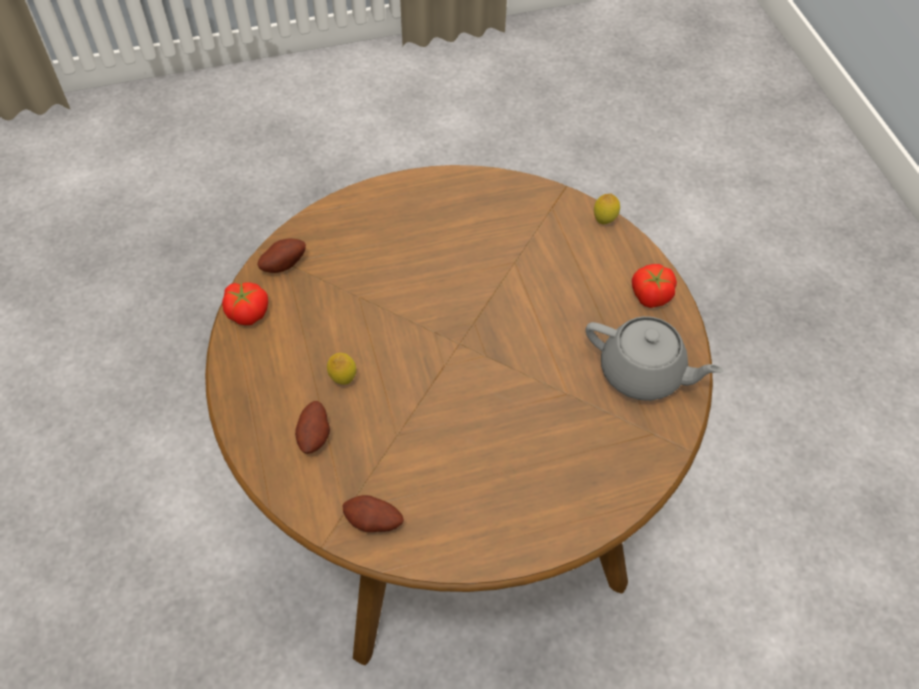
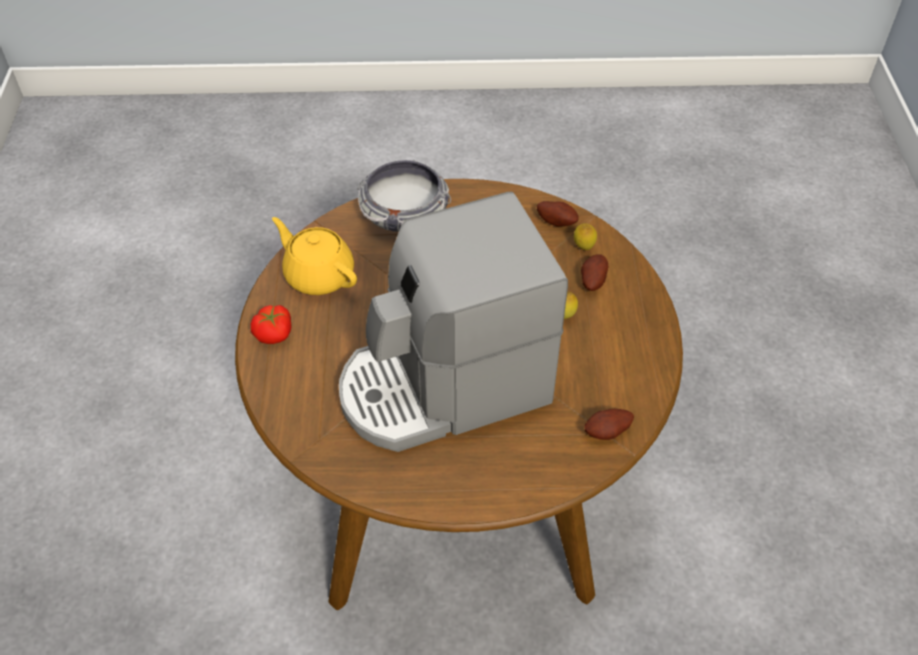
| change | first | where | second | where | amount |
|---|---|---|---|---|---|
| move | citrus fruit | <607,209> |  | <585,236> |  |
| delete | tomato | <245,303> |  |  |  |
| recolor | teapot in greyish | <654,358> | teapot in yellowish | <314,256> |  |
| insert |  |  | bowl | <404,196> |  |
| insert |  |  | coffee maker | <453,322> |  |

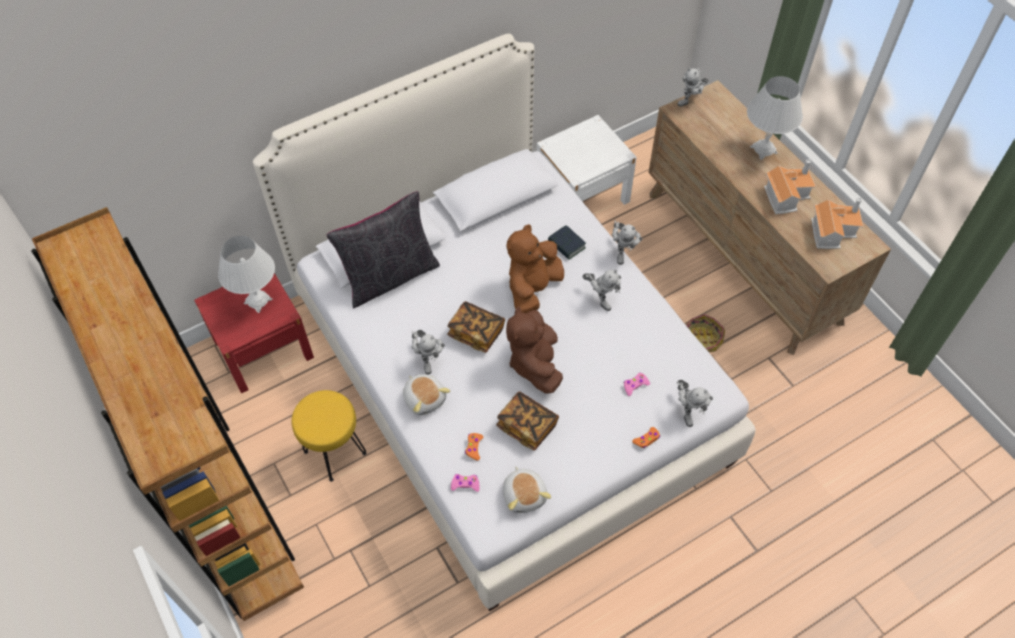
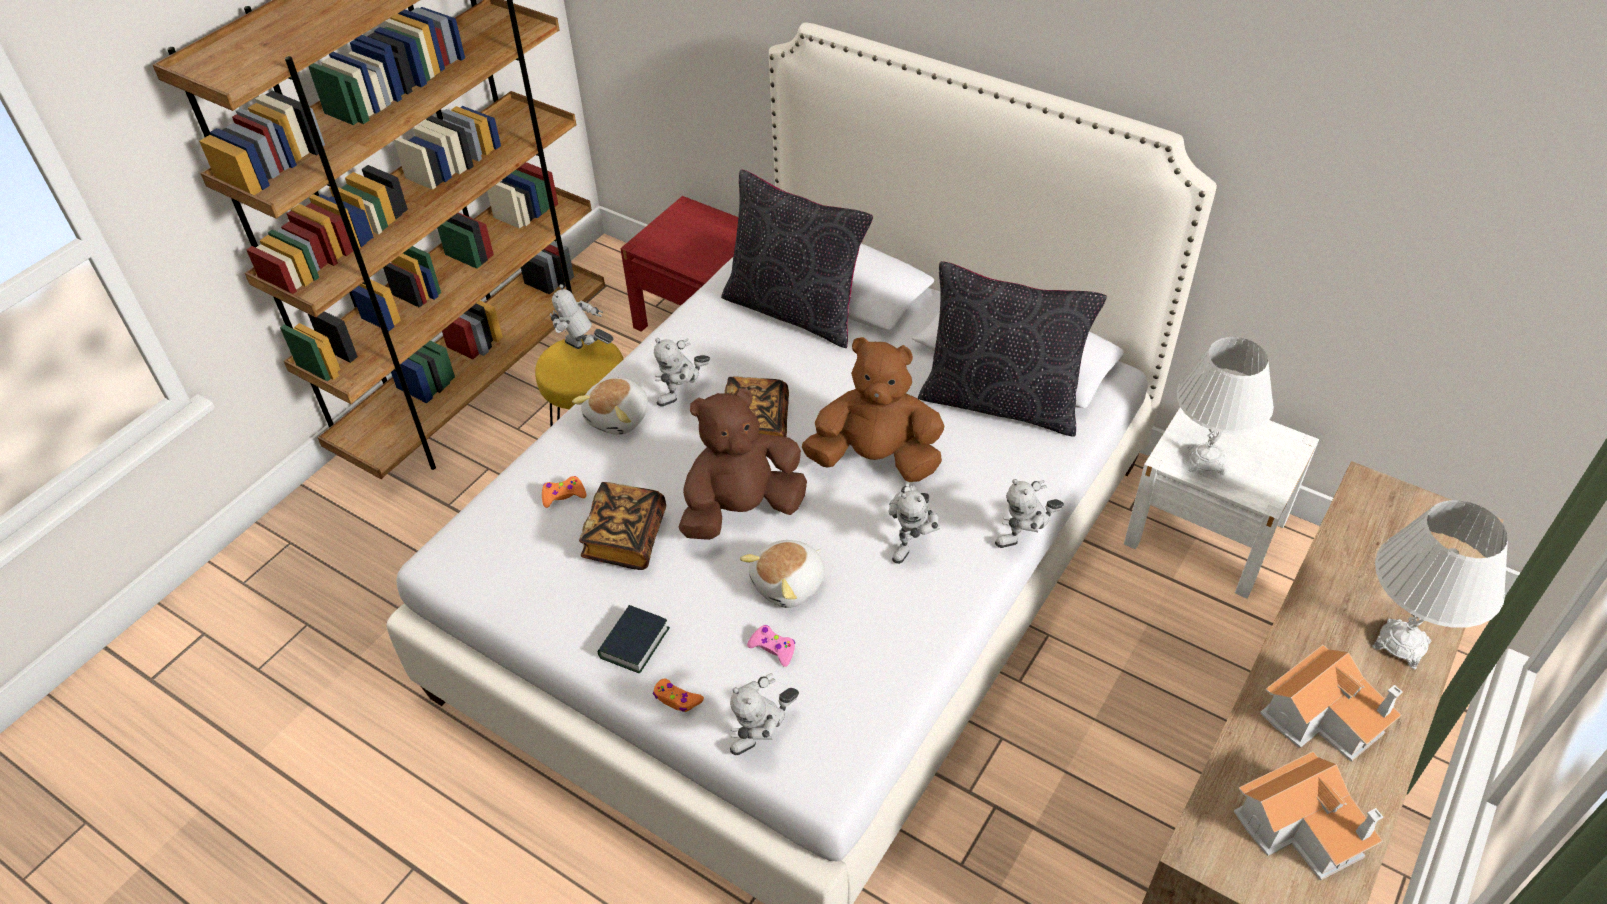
| change | first | where | second | where | amount |
|---|---|---|---|---|---|
| move | robot figure | <693,87> |  | <581,316> |  |
| move | volume | <567,242> |  | <634,639> |  |
| move | tabletop lamp in white-coloured | <246,274> |  | <1225,406> |  |
| delete | basket | <705,333> |  |  |  |
| move | cuddly toy | <527,489> |  | <782,574> |  |
| delete | joypad in pinkish | <465,483> |  |  |  |
| insert |  |  | pillow in black-coloured | <1012,349> |  |

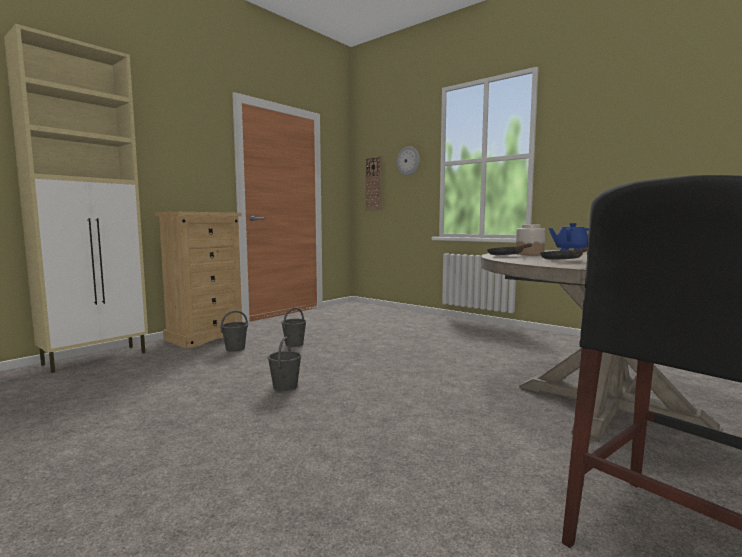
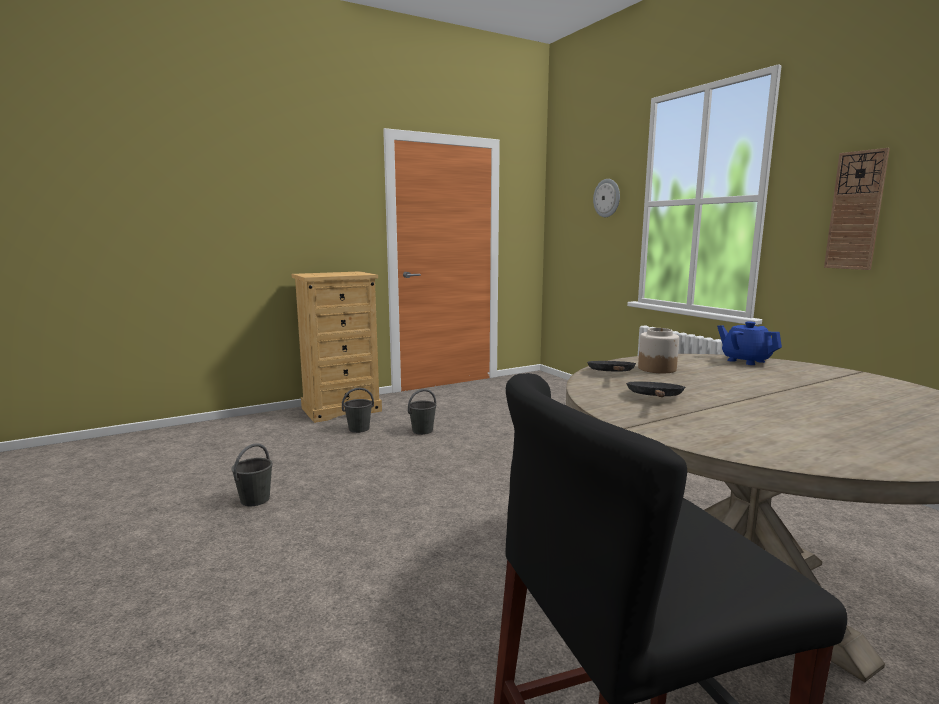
| change | first | where | second | where | amount |
|---|---|---|---|---|---|
| delete | cabinet in beige-coloured | <76,198> |  |  |  |
| move | clock on the wall | <373,183> |  | <857,209> |  |
| move | bucket in greyish | <284,364> |  | <252,474> |  |

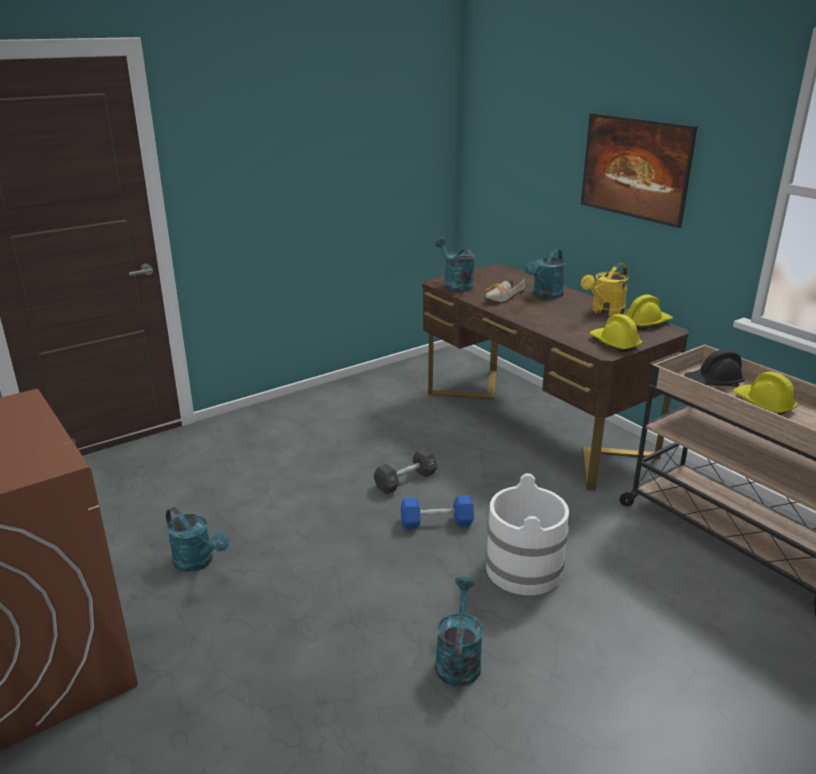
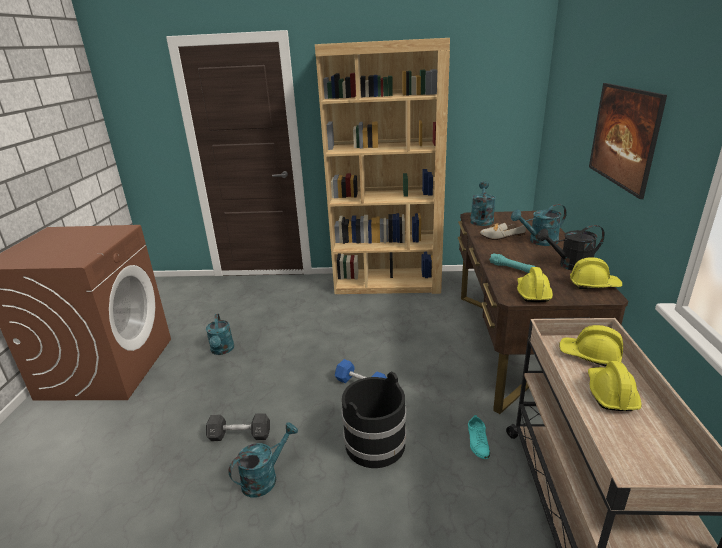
| change | first | where | second | where | amount |
|---|---|---|---|---|---|
| recolor | watering can in yellowish | <605,289> | watering can in black-coloured | <571,247> |  |
| recolor | hard hat in black-coloured | <714,368> | hard hat in yellowish | <591,346> |  |
| move | dumbbell in black-coloured | <406,471> |  | <238,427> |  |
| recolor | bucket in white-coloured | <527,534> | bucket in black-coloured | <374,419> |  |
| insert |  |  | shelving unit in brown | <382,166> |  |
| insert |  |  | torch in turquoise-coloured | <512,263> |  |
| insert |  |  | low shoe in turquoise-coloured | <479,437> |  |

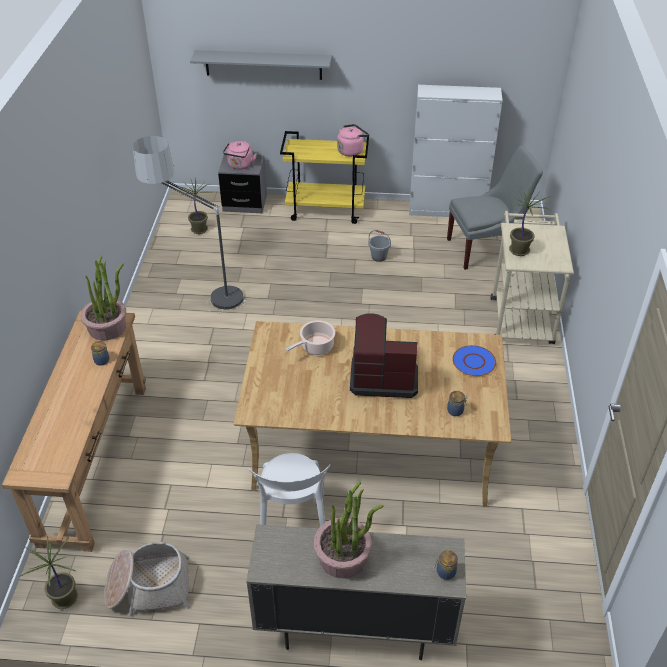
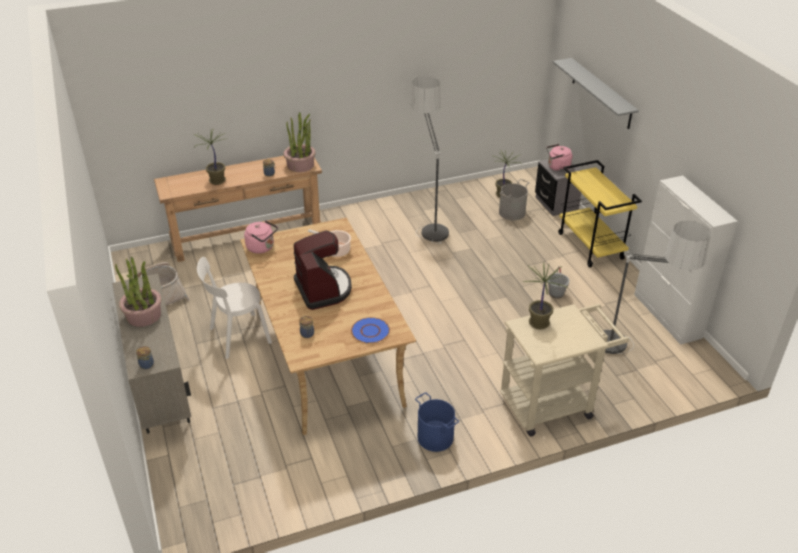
| change | first | where | second | where | amount |
|---|---|---|---|---|---|
| move | kettle in pinkish | <353,140> |  | <261,237> |  |
| replace | plain chair in greyish | <495,208> | floor lamp | <657,287> |  |
| move | potted plant | <48,572> |  | <211,157> |  |
| insert |  |  | bucket in greyish | <514,199> |  |
| insert |  |  | bucket in blue | <437,422> |  |

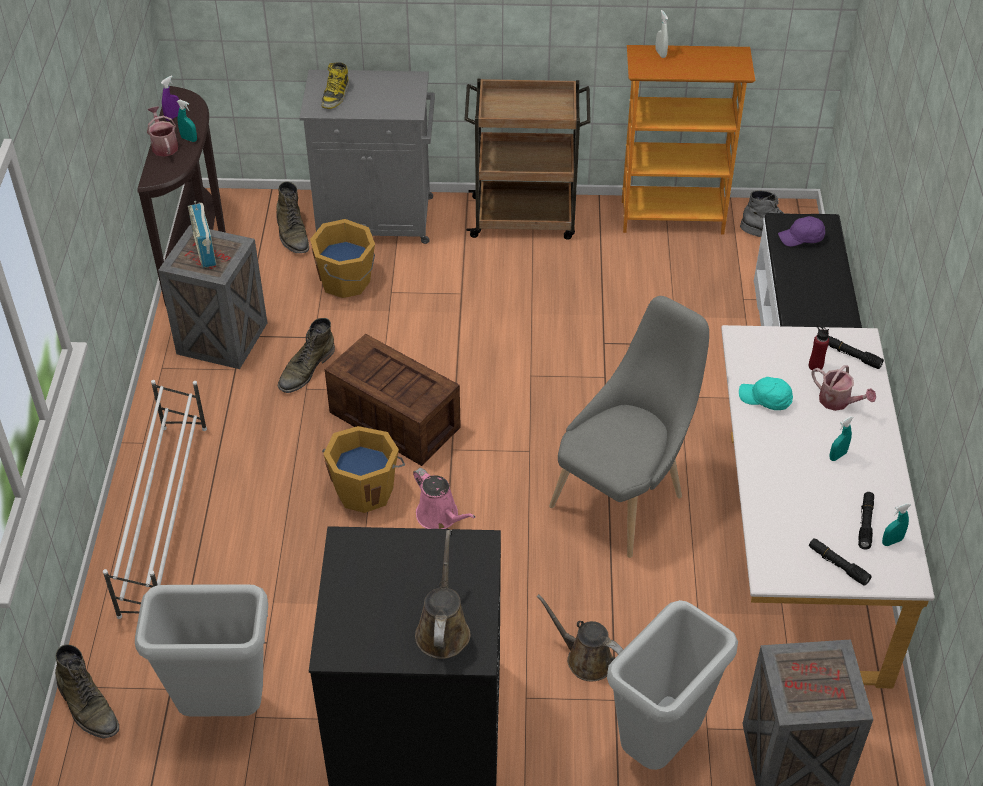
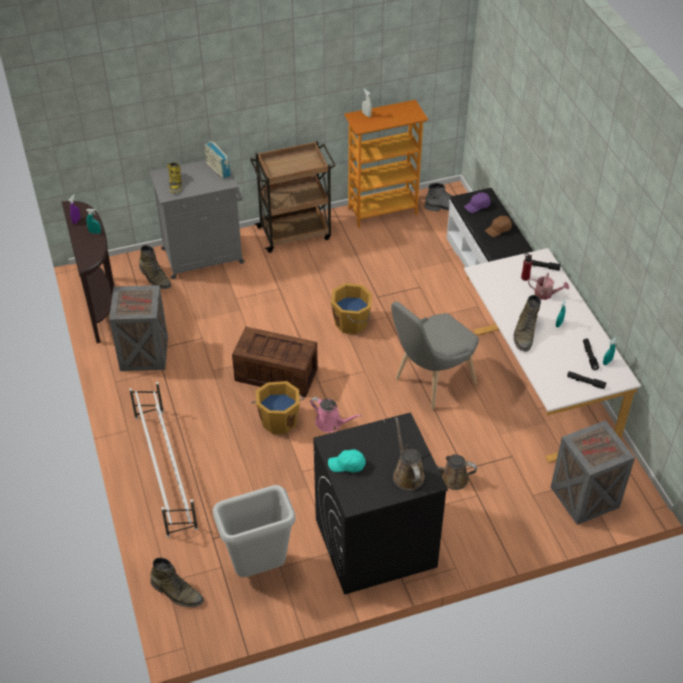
| change | first | where | second | where | amount |
|---|---|---|---|---|---|
| delete | watering can | <162,131> |  |  |  |
| move | radio receiver | <202,234> |  | <217,159> |  |
| move | bucket in orange | <342,258> |  | <351,308> |  |
| rotate | plain chair in greyish | <629,427> |  | <435,355> | 150 degrees counterclockwise |
| move | tall boot in green | <306,355> |  | <527,323> |  |
| move | baseball cap in turquoise-coloured | <766,393> |  | <346,460> |  |
| delete | rubbish bin in greyish | <672,685> |  |  |  |
| insert |  |  | baseball cap in brown | <498,226> |  |

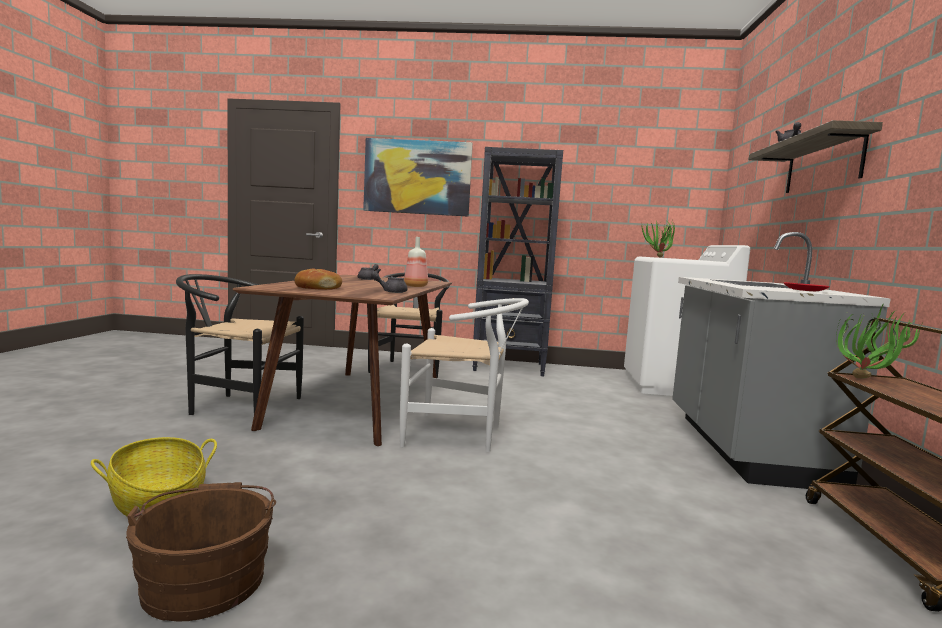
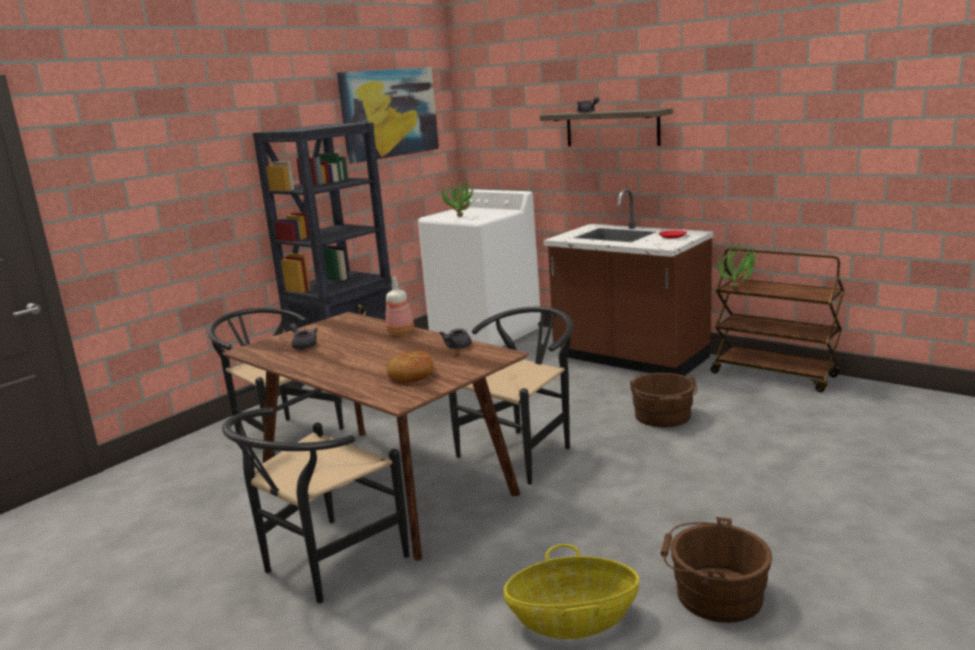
| change | first | where | second | where | amount |
|---|---|---|---|---|---|
| move | picture | <418,177> |  | <388,115> |  |
| recolor | kitchen base unit in greyish | <781,360> | kitchen base unit in brown | <628,282> |  |
| recolor | plain chair in white-coloured | <464,375> | plain chair in black-coloured | <511,396> |  |
| insert |  |  | bucket in brown | <663,400> |  |

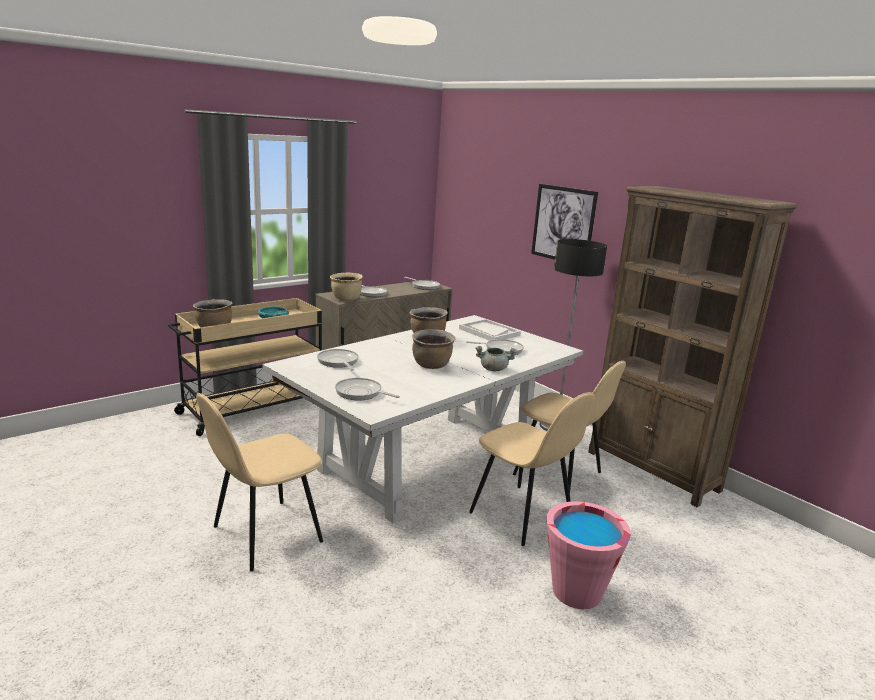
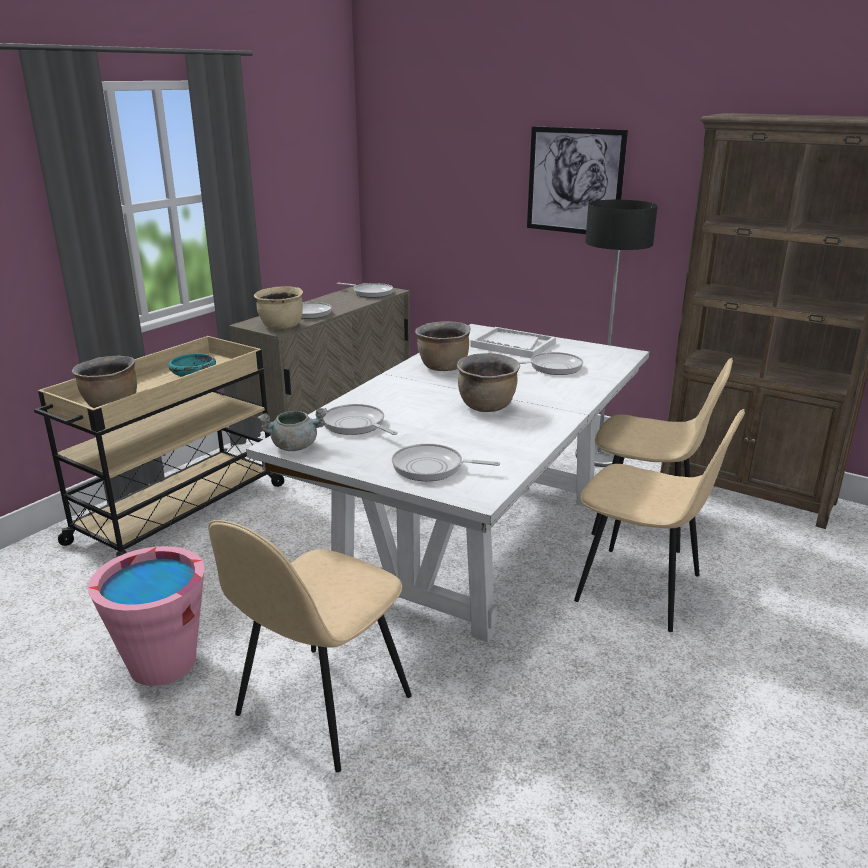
| change | first | where | second | where | amount |
|---|---|---|---|---|---|
| move | cooking pot in greyish | <496,358> |  | <292,429> |  |
| move | bucket in pinkish | <588,555> |  | <146,616> |  |

